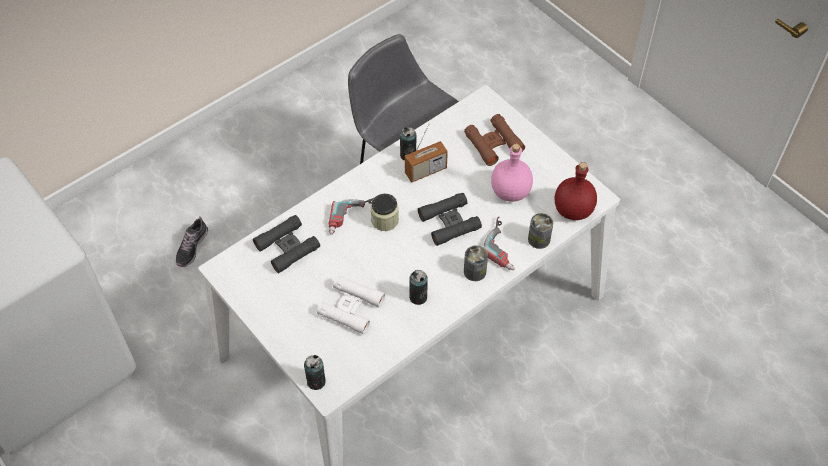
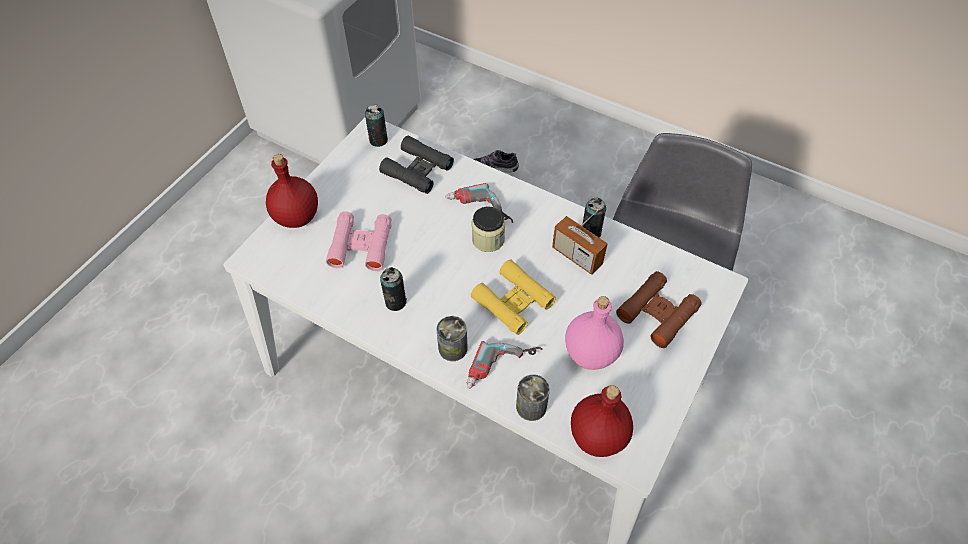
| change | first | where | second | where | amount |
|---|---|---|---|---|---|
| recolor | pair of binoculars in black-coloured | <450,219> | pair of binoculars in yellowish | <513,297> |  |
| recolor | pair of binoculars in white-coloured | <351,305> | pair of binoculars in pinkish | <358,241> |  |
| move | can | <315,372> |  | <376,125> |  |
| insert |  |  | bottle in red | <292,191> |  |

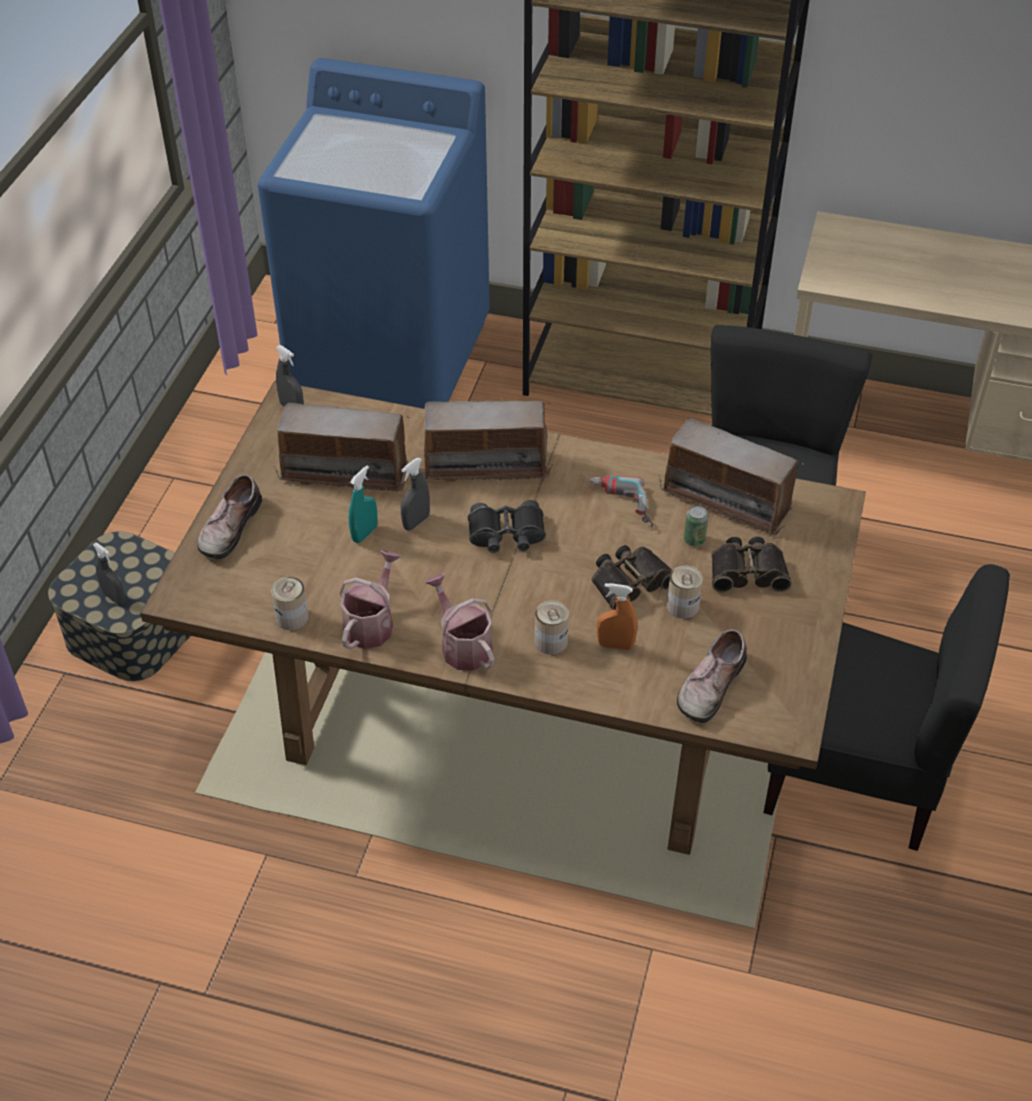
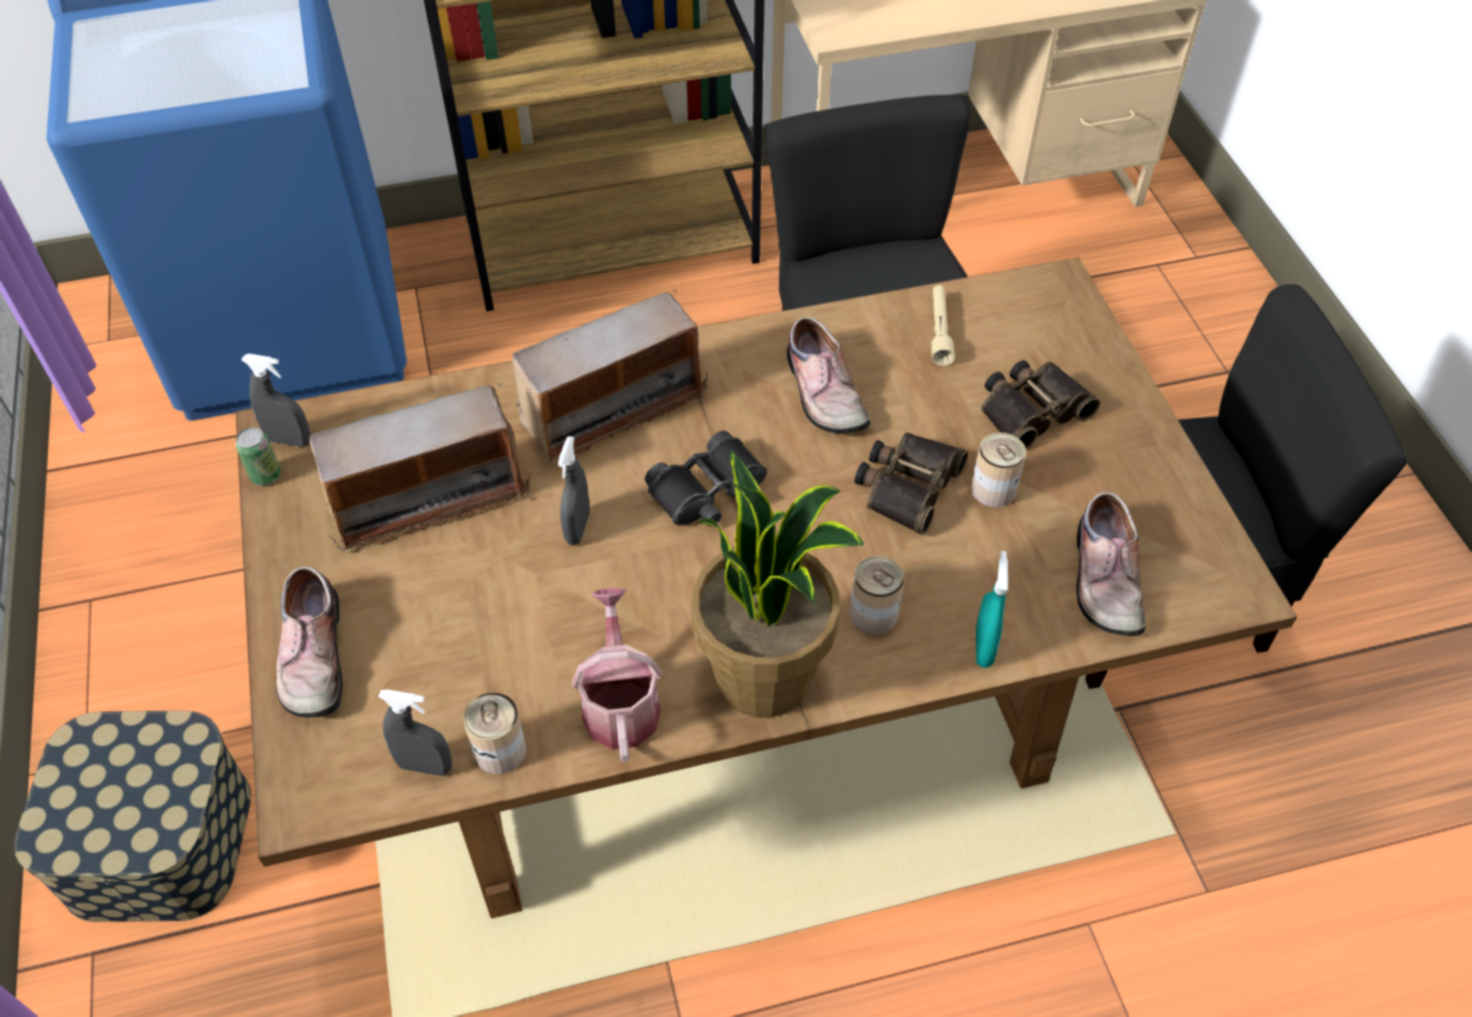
| change | first | where | second | where | amount |
|---|---|---|---|---|---|
| replace | radio receiver | <731,477> | torch in beige-coloured | <943,325> |  |
| move | spray bottle in turquoise-coloured | <363,504> |  | <992,609> |  |
| replace | power drill | <621,501> | low shoe | <828,375> |  |
| move | can | <696,526> |  | <258,456> |  |
| move | spray bottle in greyish | <109,574> |  | <415,733> |  |
| replace | watering can | <460,622> | potted plant | <777,584> |  |
| delete | spray bottle in orange | <617,616> |  |  |  |

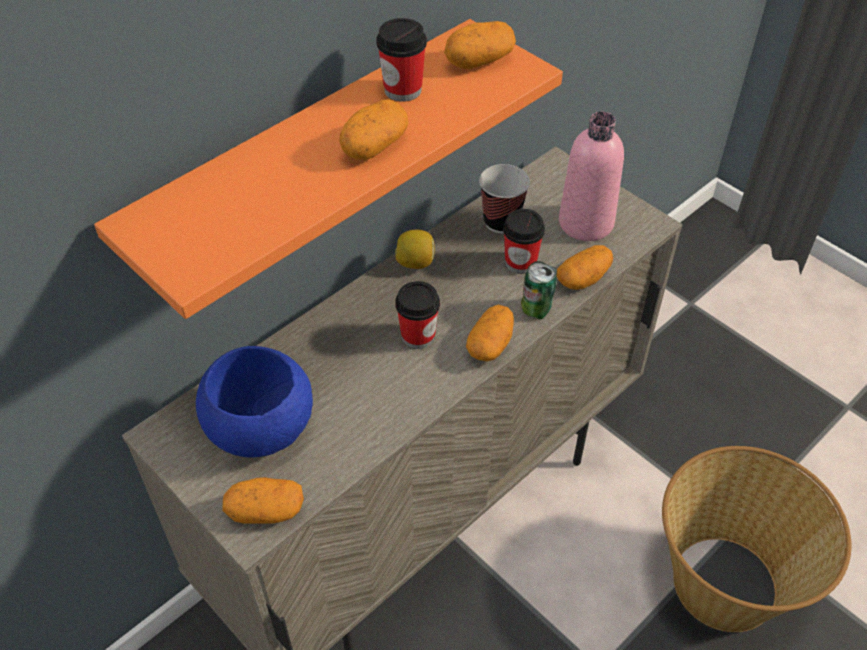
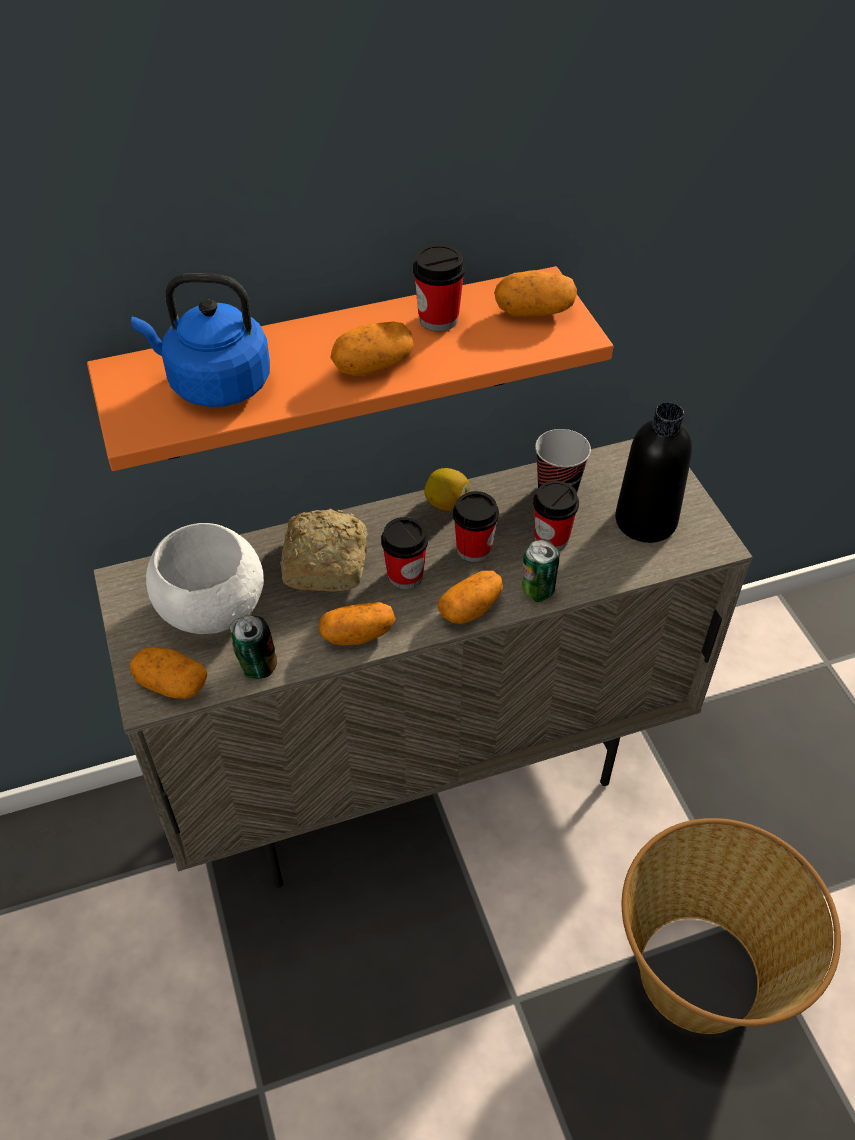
| change | first | where | second | where | amount |
|---|---|---|---|---|---|
| recolor | bottle in pinkish | <591,176> | bottle in black-coloured | <653,472> |  |
| move | potato | <585,267> |  | <357,623> |  |
| recolor | bowl in blue | <254,402> | bowl in white-coloured | <205,578> |  |
| insert |  |  | kettle in blue | <200,340> |  |
| insert |  |  | drinking cup | <476,526> |  |
| insert |  |  | baked bread | <324,550> |  |
| insert |  |  | can | <253,647> |  |

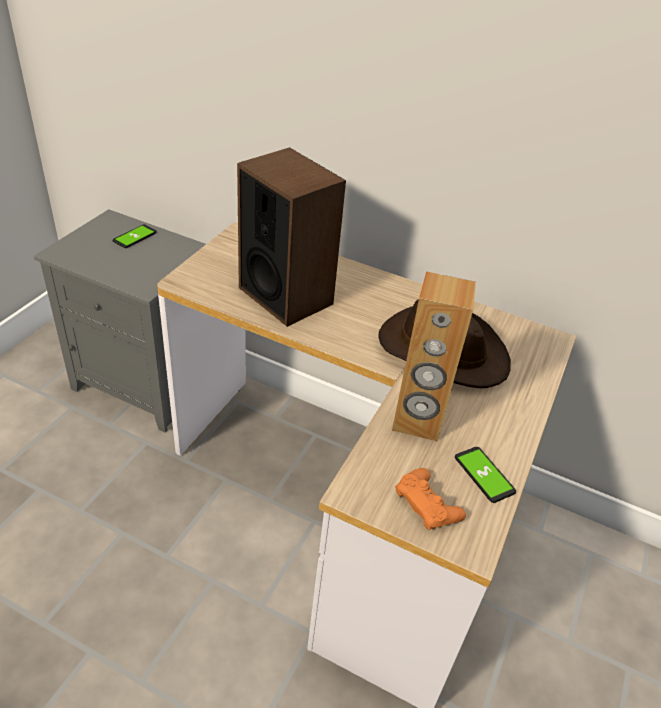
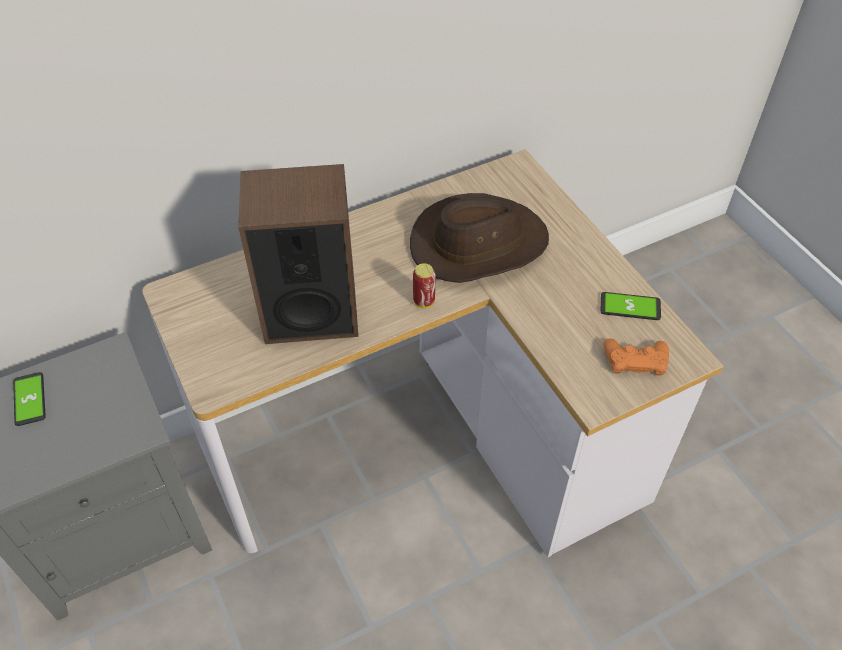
| change | first | where | second | where | amount |
|---|---|---|---|---|---|
| delete | loudspeaker in brown | <434,356> |  |  |  |
| insert |  |  | can | <424,285> |  |

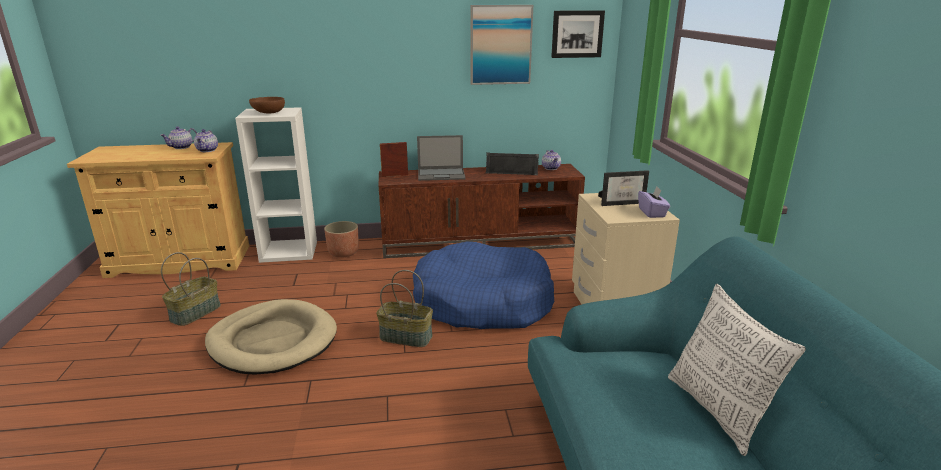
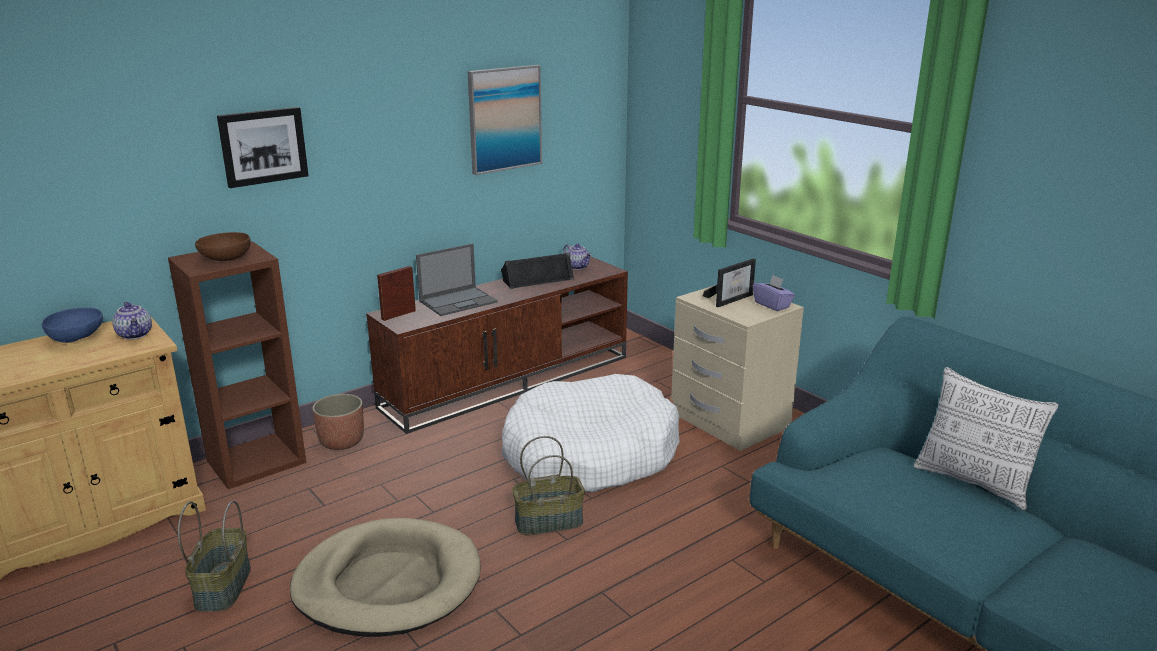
| change | first | where | second | where | amount |
|---|---|---|---|---|---|
| move | picture | <578,34> |  | <263,147> |  |
| recolor | shelving unit in white-coloured | <276,185> | shelving unit in brown | <237,365> |  |
| replace | teapot | <178,137> | bowl in blue | <72,325> |  |
| recolor | dog bed in blue | <483,285> | dog bed in white-coloured | <591,433> |  |

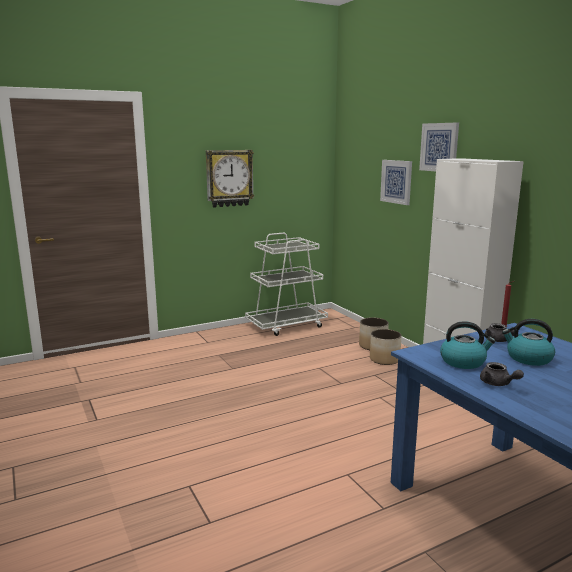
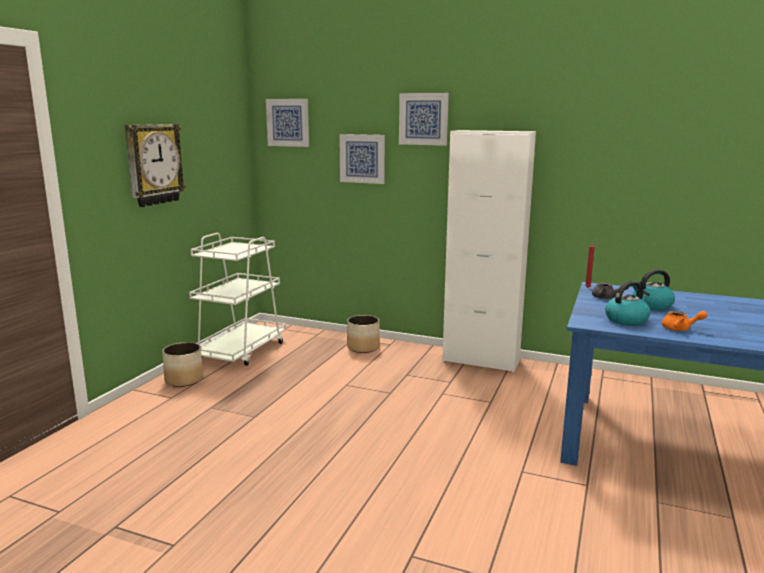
| change | first | where | second | where | amount |
|---|---|---|---|---|---|
| move | plant pot | <385,347> |  | <182,364> |  |
| recolor | teapot in greyish | <502,374> | teapot in orange | <684,321> |  |
| insert |  |  | picture | <287,123> |  |

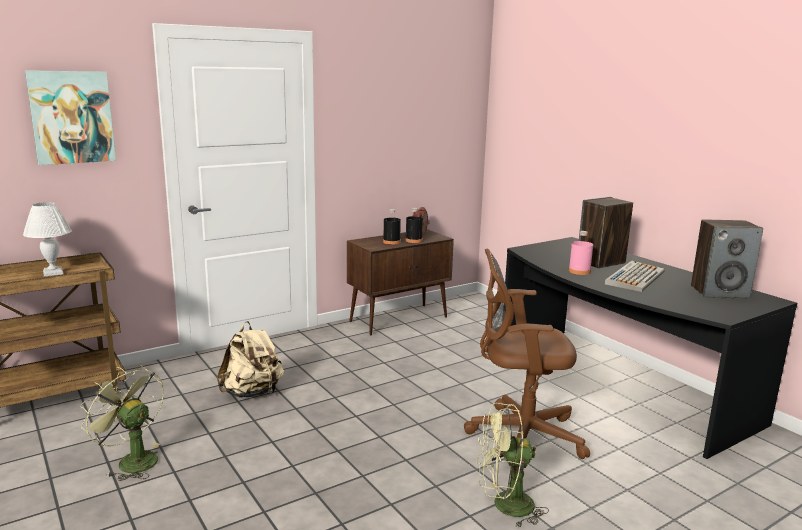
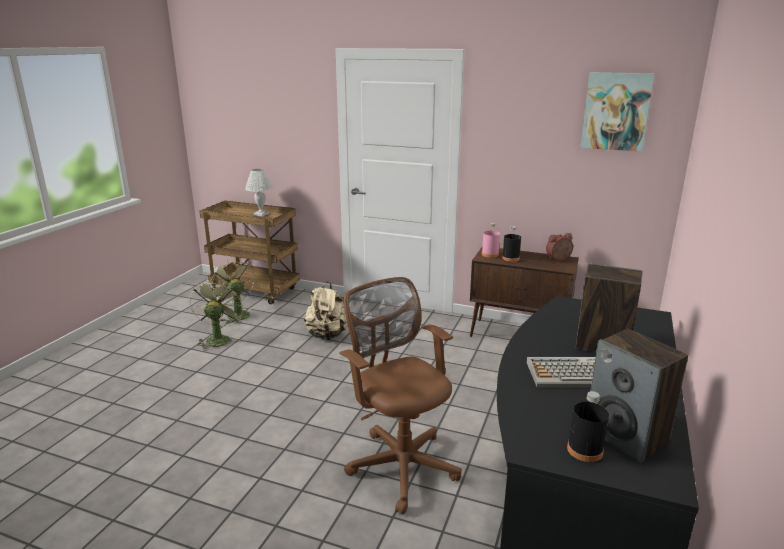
| change | first | where | second | where | amount |
|---|---|---|---|---|---|
| move | picture | <70,118> |  | <617,112> |  |
| move | bottle in black-coloured | <414,225> |  | <588,426> |  |
| move | bottle in pinkish | <581,253> |  | <491,240> |  |
| move | electric fan in green | <512,465> |  | <231,291> |  |

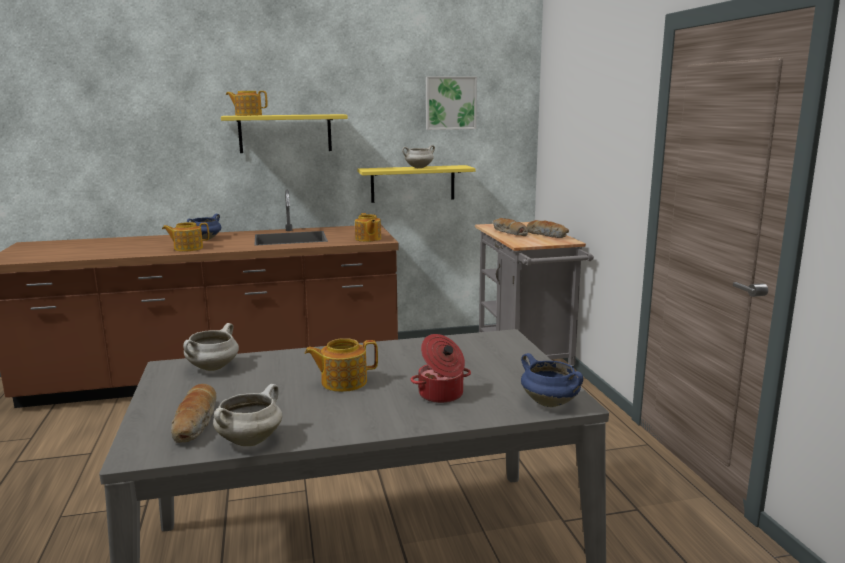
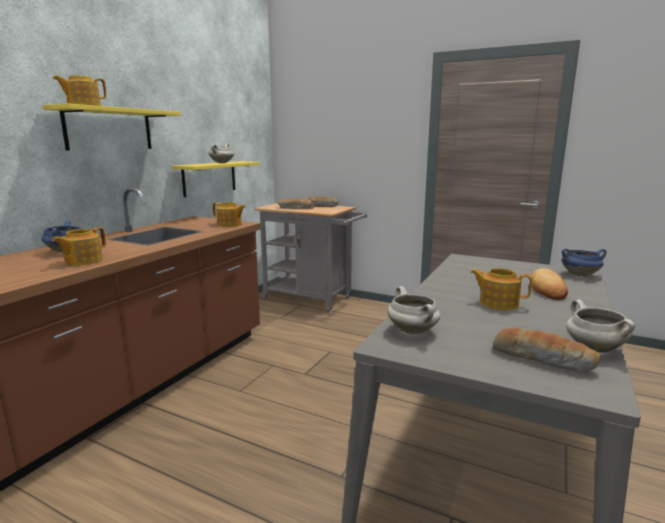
| change | first | where | second | where | amount |
|---|---|---|---|---|---|
| delete | picture | <451,103> |  |  |  |
| replace | cooking pot | <441,368> | baked bread | <549,284> |  |
| rotate | teapot | <341,365> |  | <501,289> | 90 degrees clockwise |

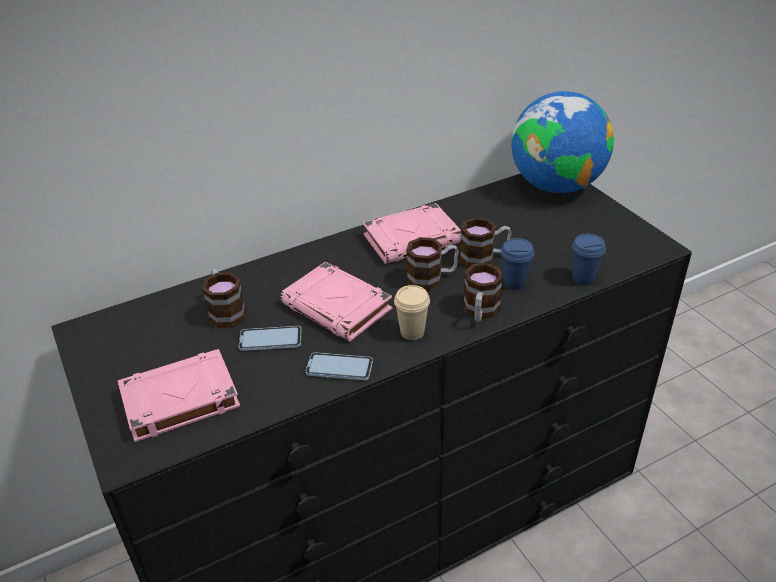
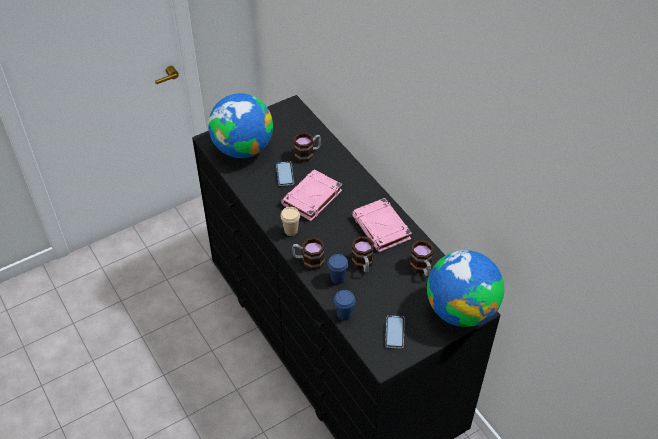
| change | first | where | second | where | amount |
|---|---|---|---|---|---|
| move | coffee mug | <432,264> |  | <421,258> |  |
| replace | volume in pinkish | <179,395> | world globe | <240,125> |  |
| move | phone | <339,366> |  | <395,332> |  |

